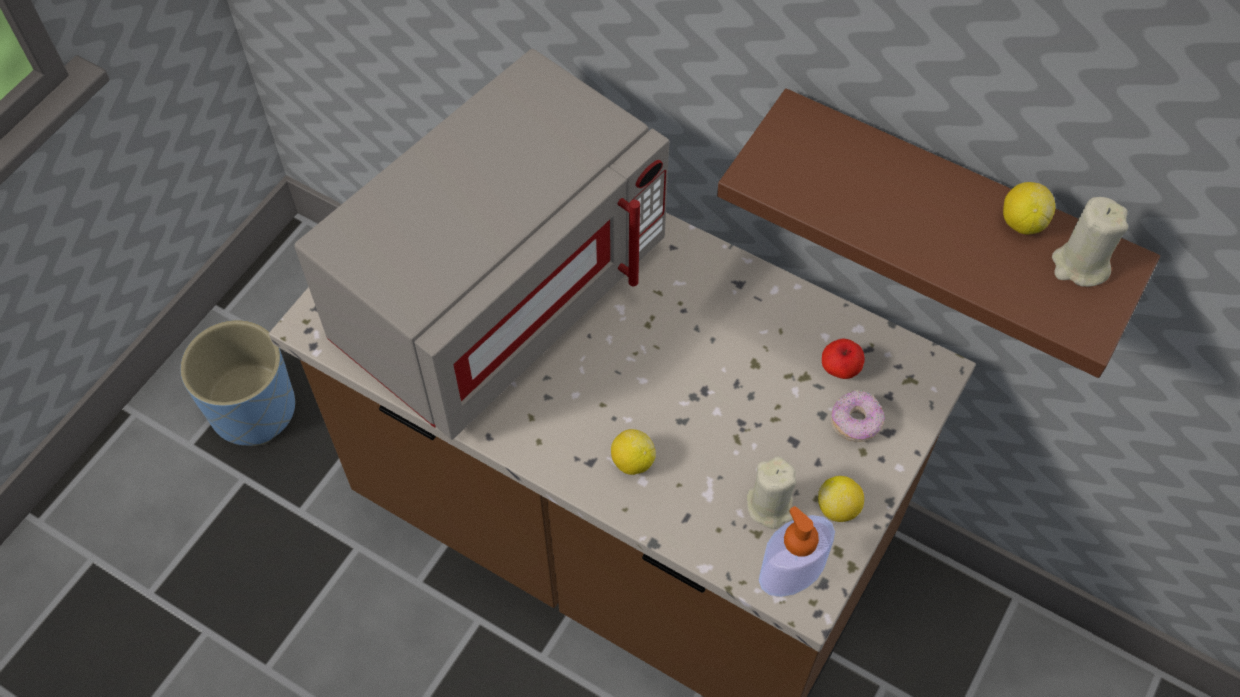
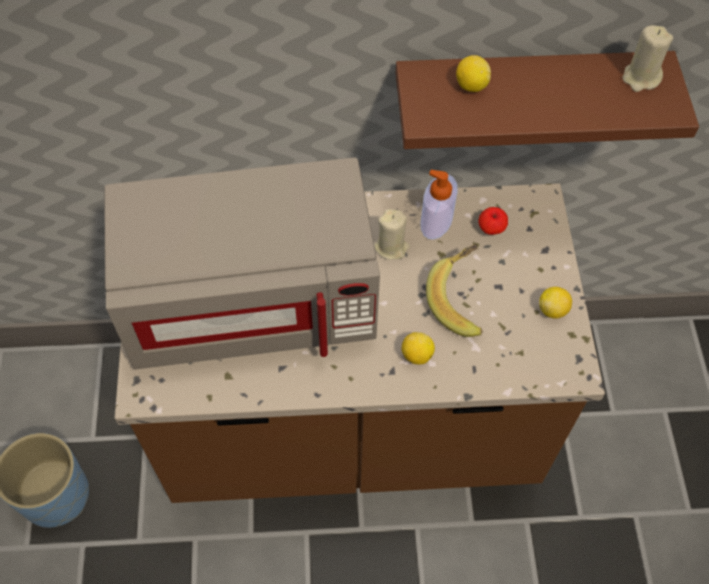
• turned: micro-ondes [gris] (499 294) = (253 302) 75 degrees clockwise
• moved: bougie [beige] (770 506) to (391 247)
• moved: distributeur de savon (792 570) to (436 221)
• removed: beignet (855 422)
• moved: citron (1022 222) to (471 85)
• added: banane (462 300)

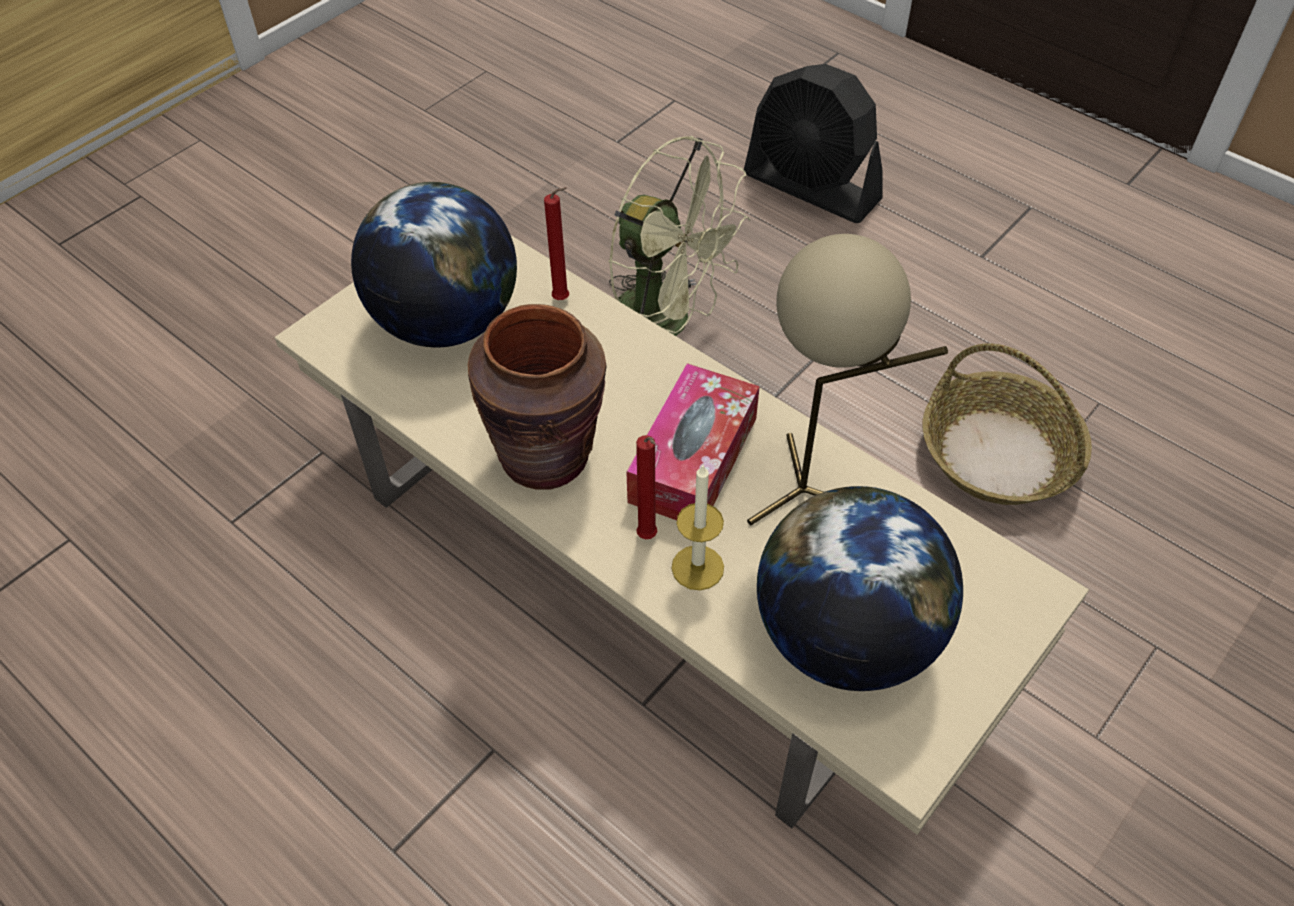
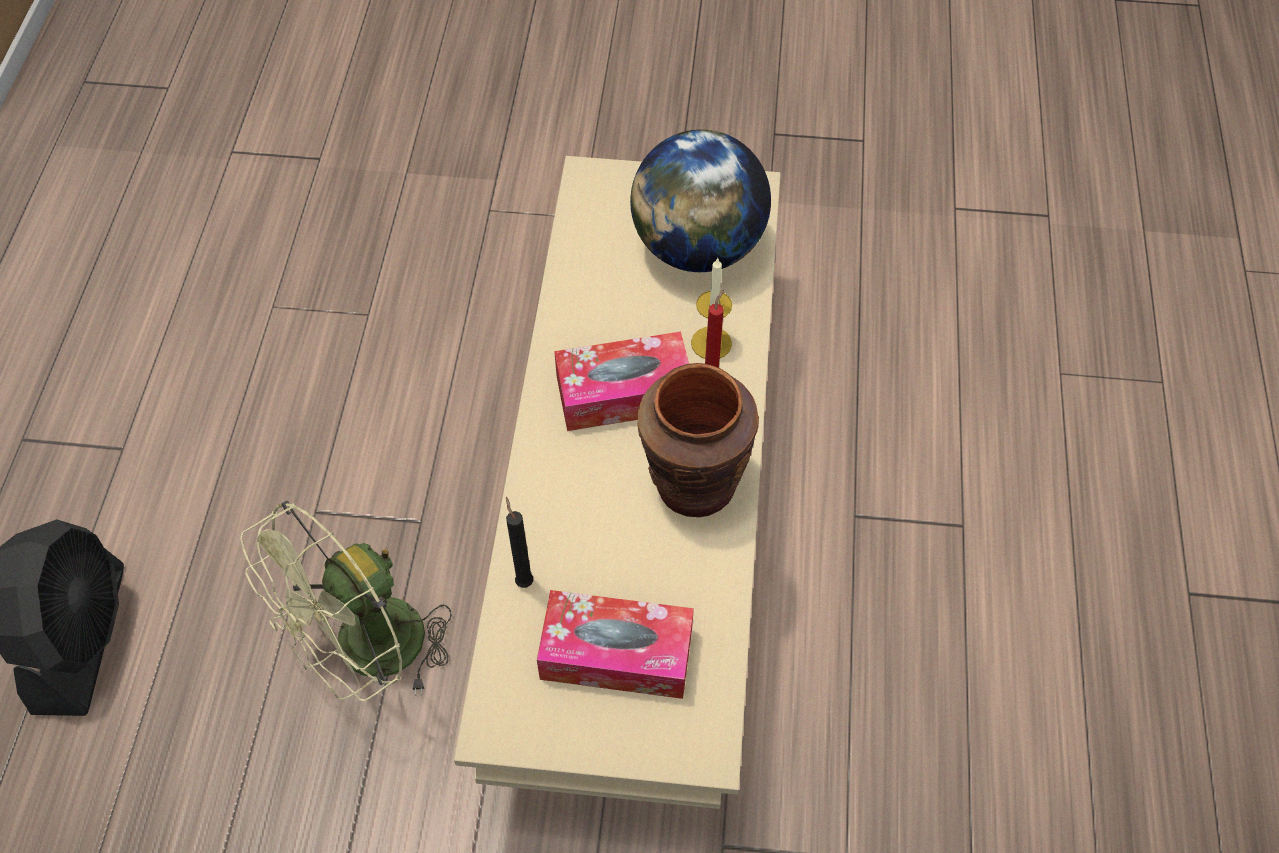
• replaced: globe (446 322) to boîte à mouchoirs (616 654)
• recoloured: bougie [rouge] (563 300) to bougie [noir] (523 580)
• turned: ventilateur [vert] (667 322) = (367 654) 135 degrees counterclockwise
• removed: lampe de table [beige] (813 493)
• removed: panier (999 455)

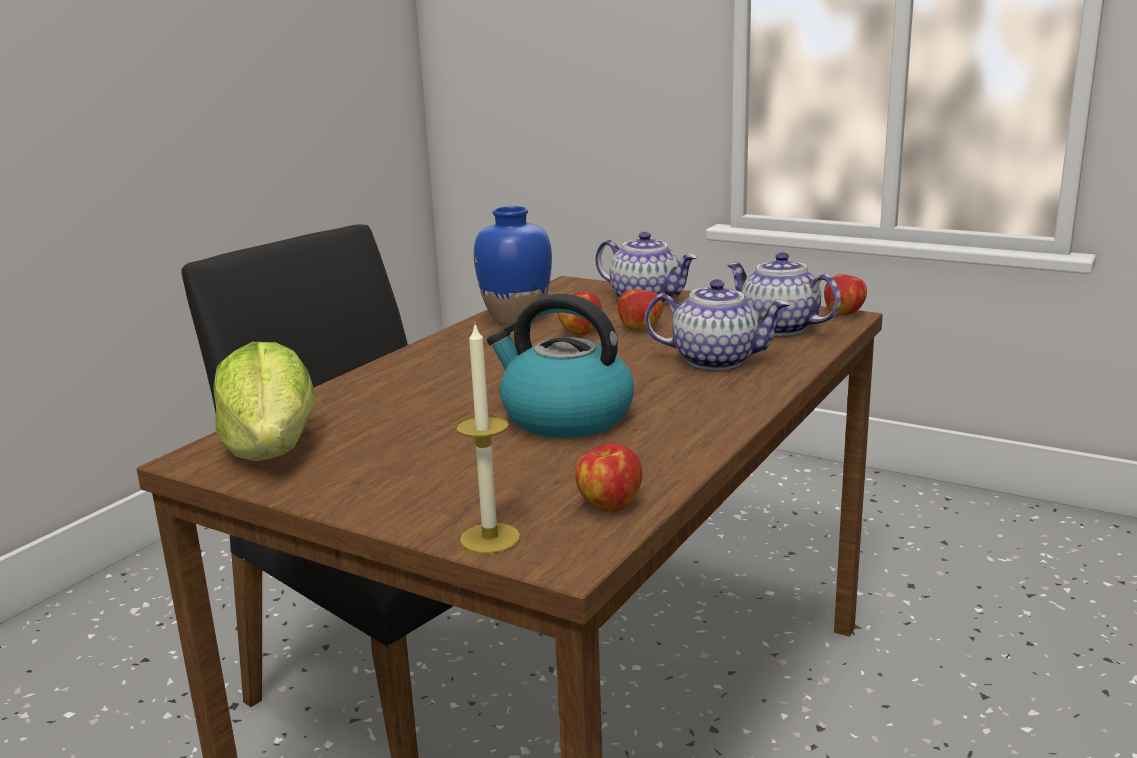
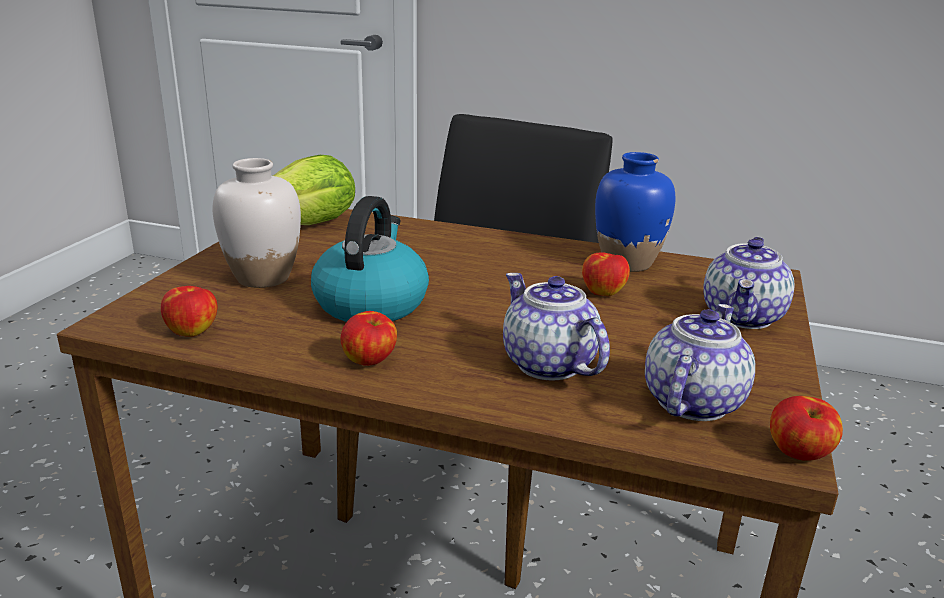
• removed: bougie (490 538)
• moved: pomme (640 328) to (370 361)
• turned: théière (716 360) = (547 364) 150 degrees clockwise
• added: vase [blanc] (262 278)

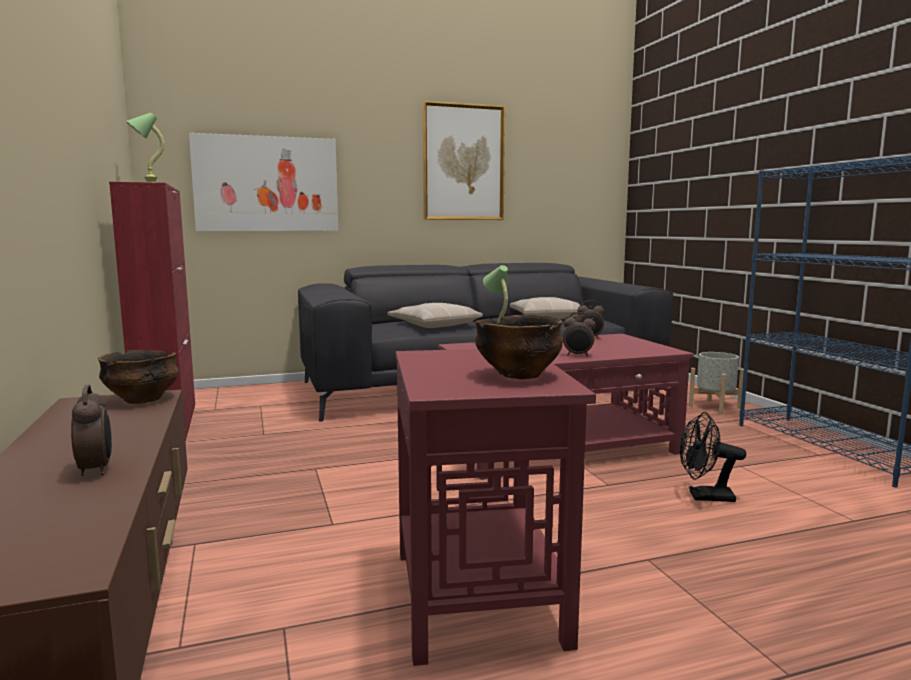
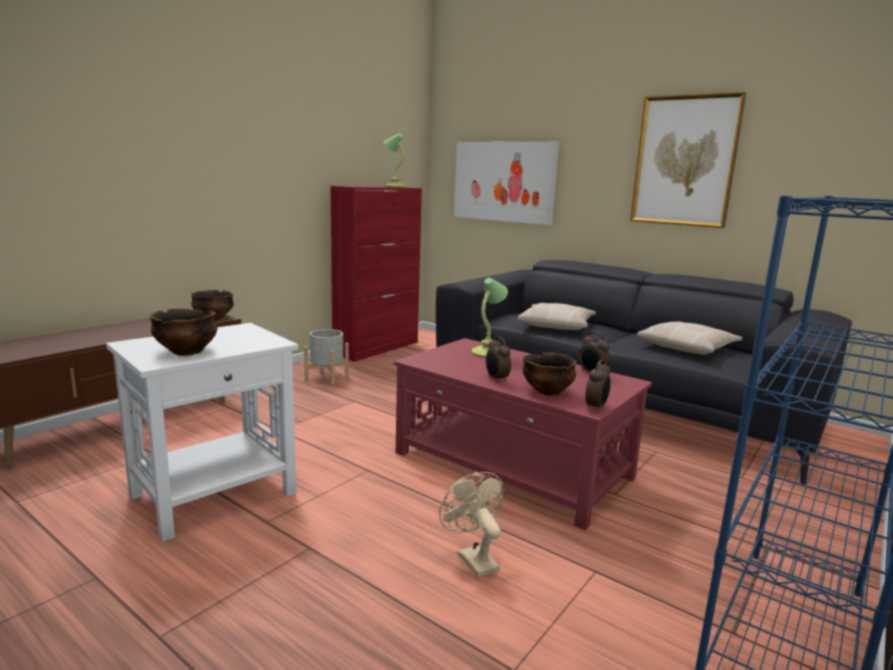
• moved: réveil (96 469) to (596 407)
• recoloured: table d'appoint [rouge] (479 595) to table d'appoint [blanc] (214 495)
• recoloured: ventilateur [noir] (704 497) to ventilateur [beige] (473 558)
• moved: cache-pot [gris] (714 407) to (326 378)
• added: bol (547 391)

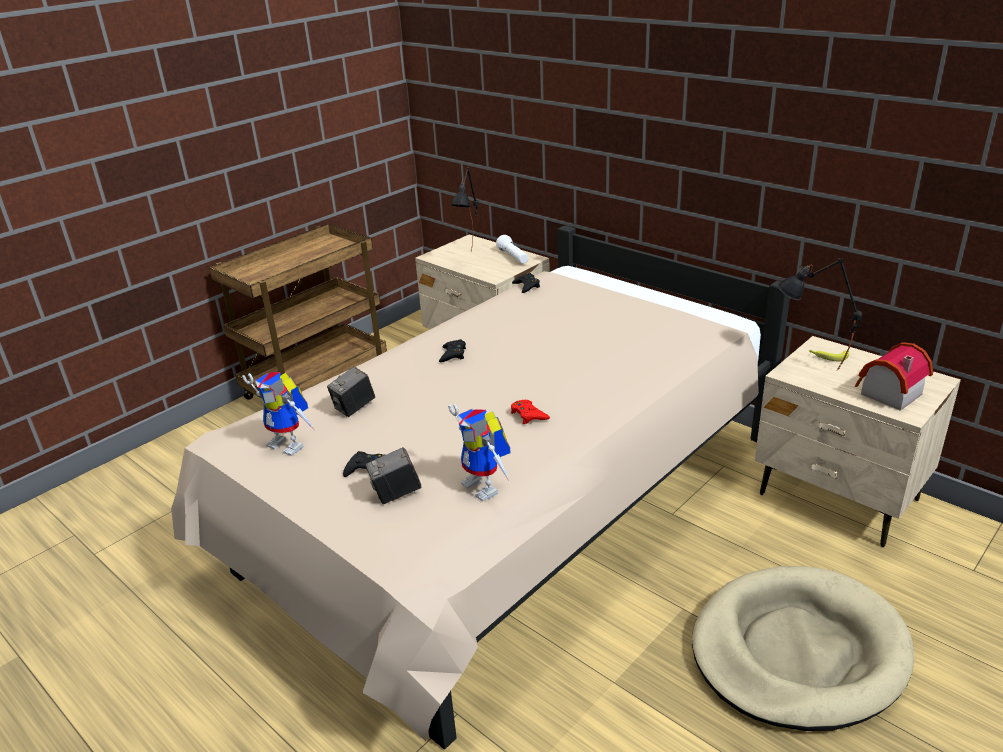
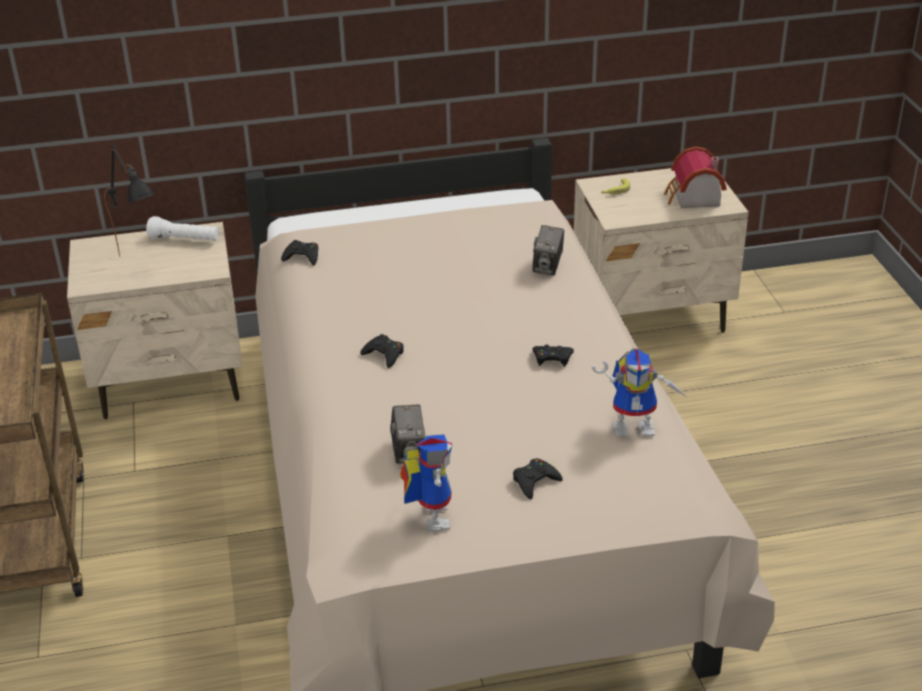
• turned: robot jouet (291 444) = (429 515) 75 degrees counterclockwise
• moved: appareil photo (396 494) to (548 267)
• recoloured: manette [rouge] (528 415) to manette [noir] (552 358)
• removed: panier pour chien [beige] (797 651)
• removed: lampe de table [noir] (808 371)

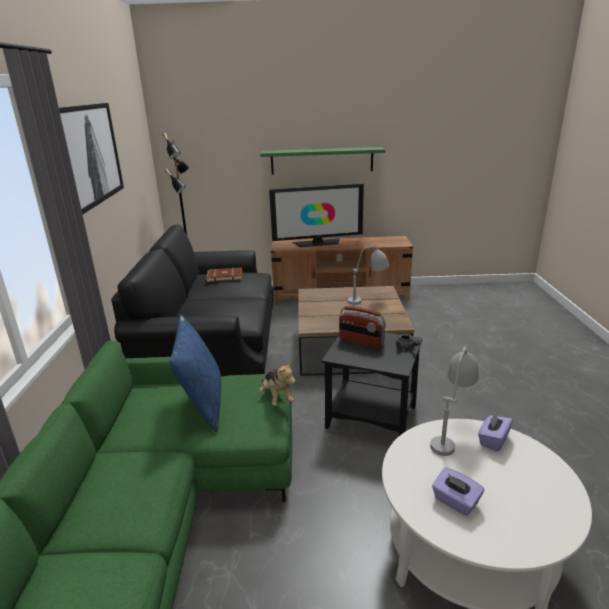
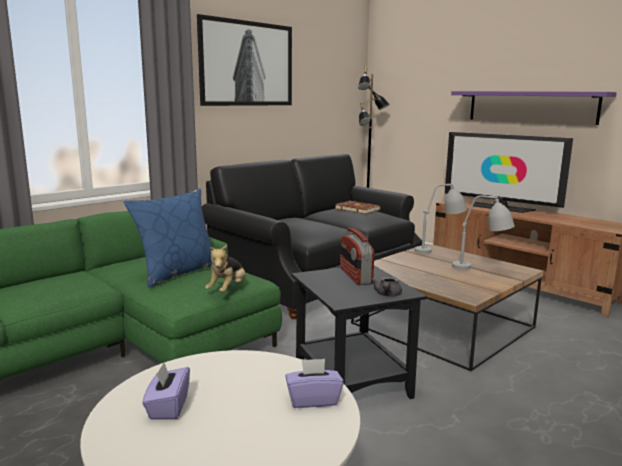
• recoloured: étagère [vert] (322 160) to étagère [violet] (531 107)
• moved: lampe de table [gris] (451 433) to (440 250)

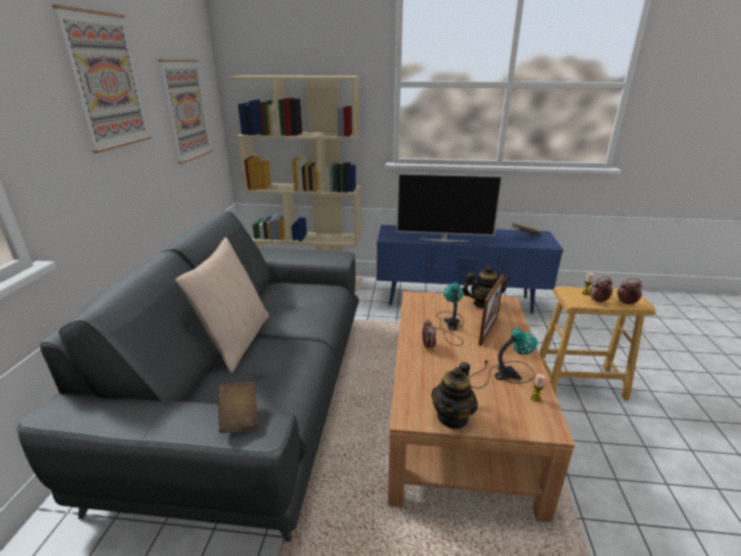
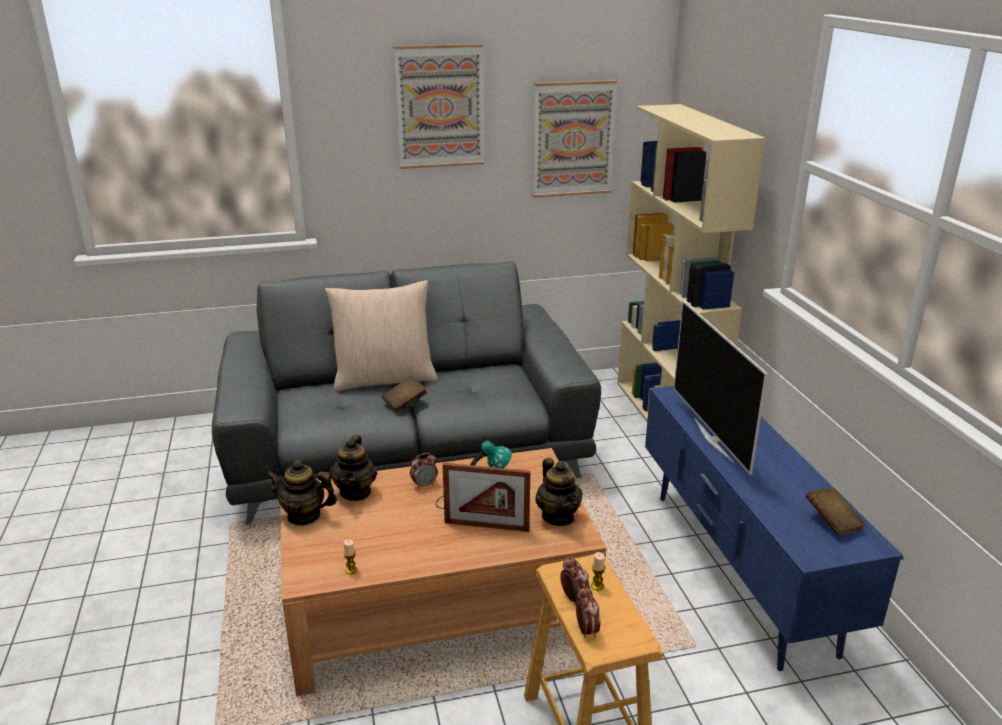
• moved: livre [marron] (239 417) to (404 403)
• removed: lampe de table (502 374)
• added: théière (355 492)

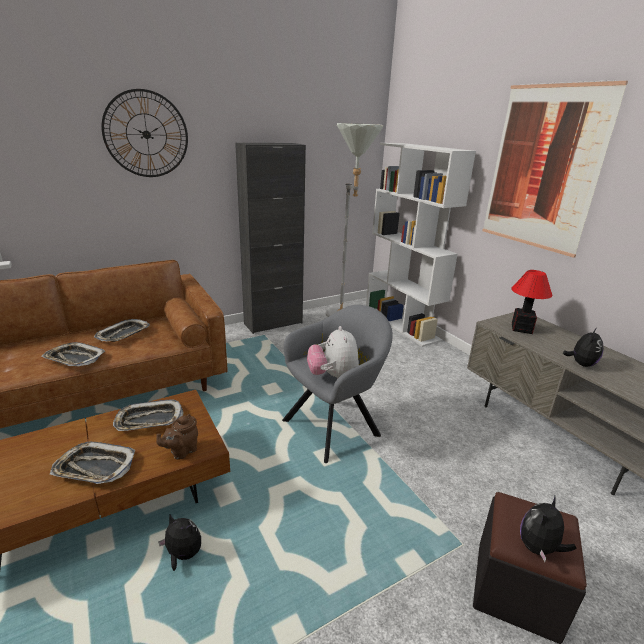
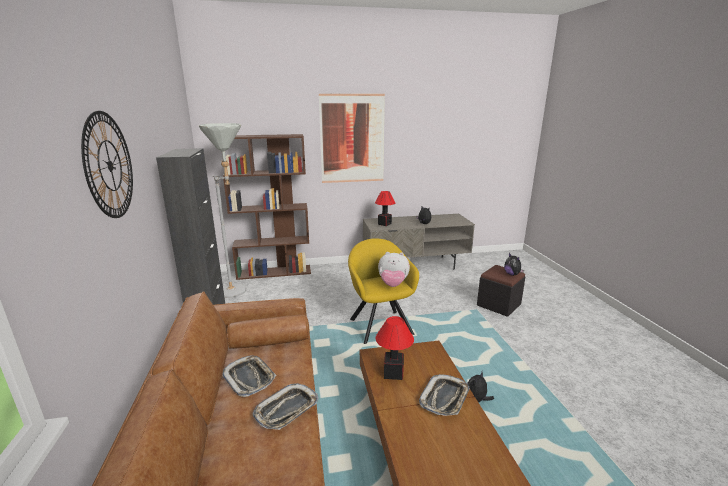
• replaced: plateau (149 420) to lampe de table (393 373)
• removed: théière [marron] (181 451)
• recoloured: fauteuil [gris] (335 426) to fauteuil [jaune] (380 324)
• recoloured: bibliothèque [blanc] (402 324) to bibliothèque [marron] (274 272)

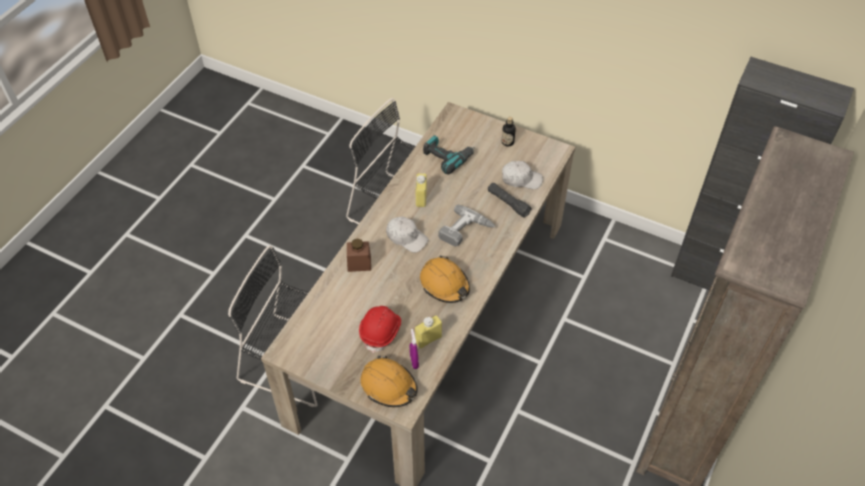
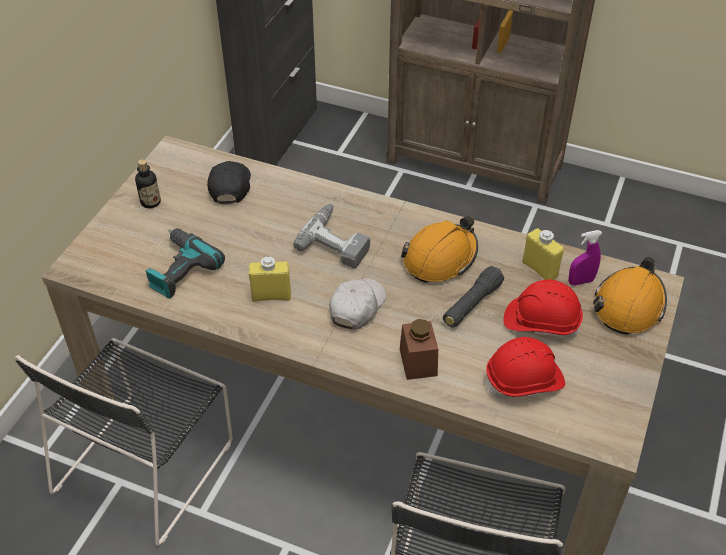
• moved: lampe de poche [noir] (508 203) to (472 304)
• recoloured: casquette [blanc] (521 179) to casquette [noir] (230 186)
• added: casque de chantier [rouge] (524 381)

